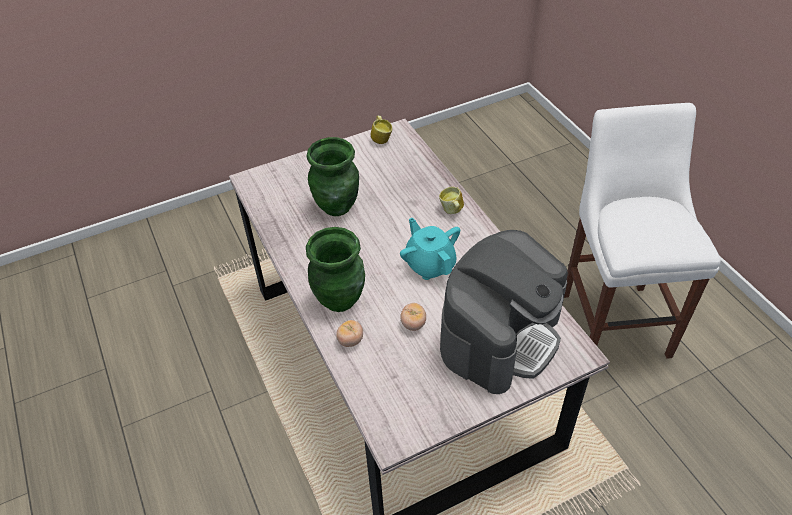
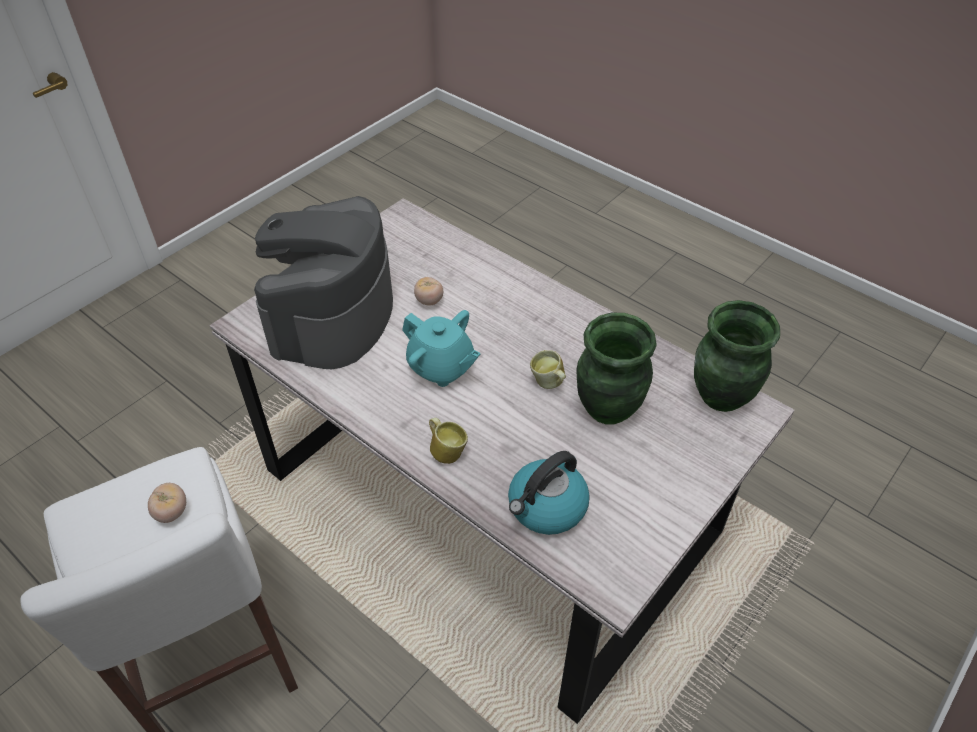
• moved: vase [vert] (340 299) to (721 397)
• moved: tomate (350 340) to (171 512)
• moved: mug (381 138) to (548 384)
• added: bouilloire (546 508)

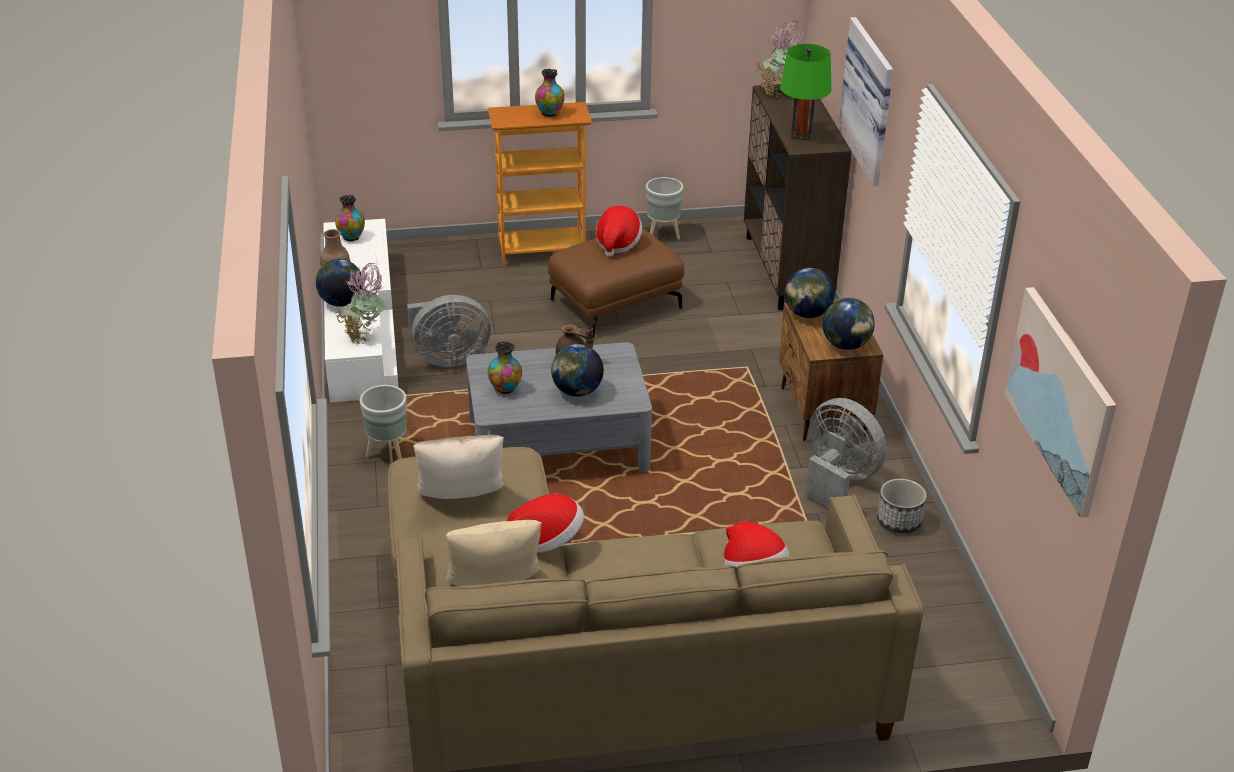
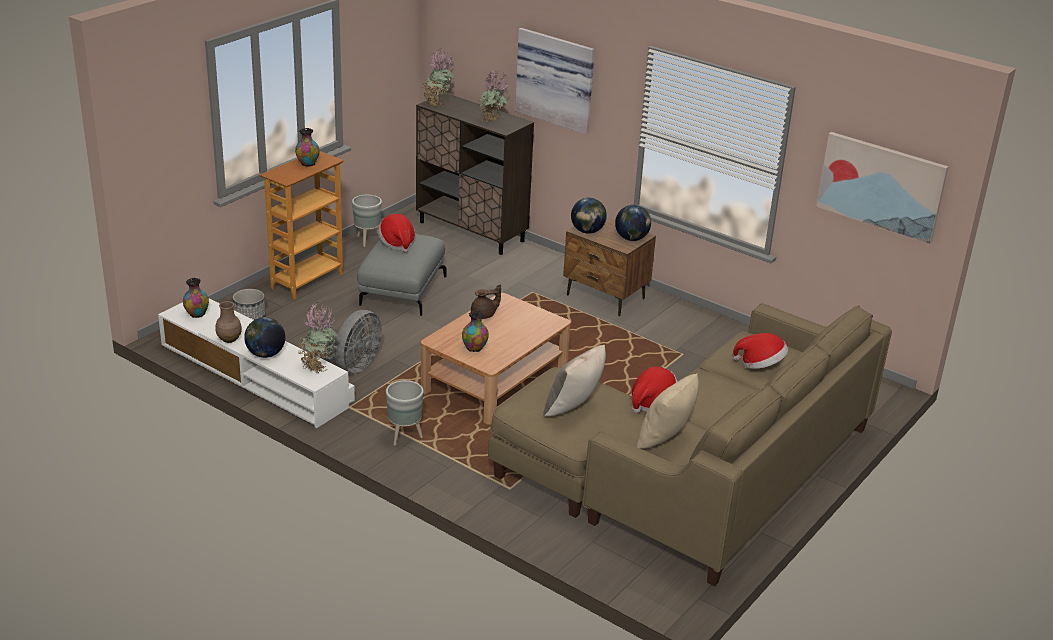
• recoloured: table basse [gris] (557 443) to table basse [marron] (495 381)
• recoloured: pouf [marron] (615 303) to pouf [gris] (402 290)
• removed: globe (577 391)
• replaced: lampe de table [vert] (801 135) to plante en pot (493 122)
• removed: ventilateur [gris] (838 480)
• moved: cache-pot (898 521) to (250 318)

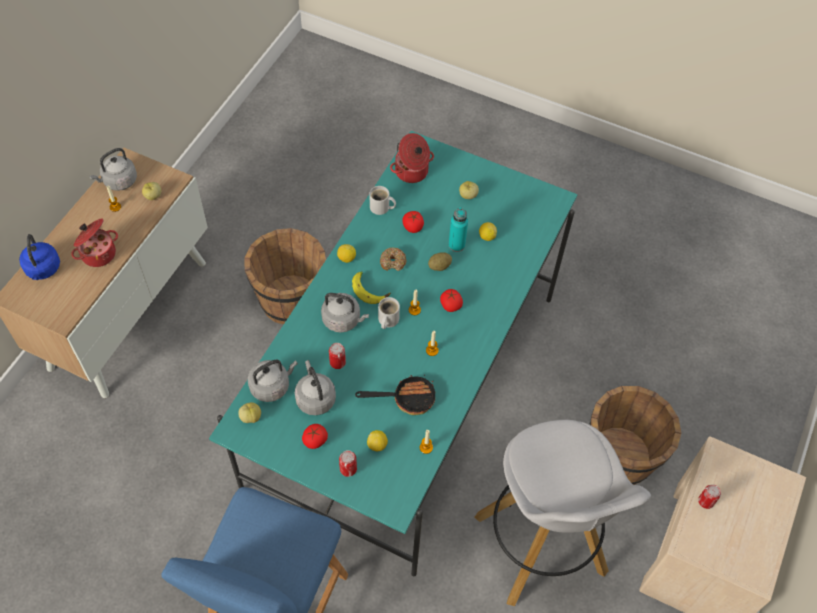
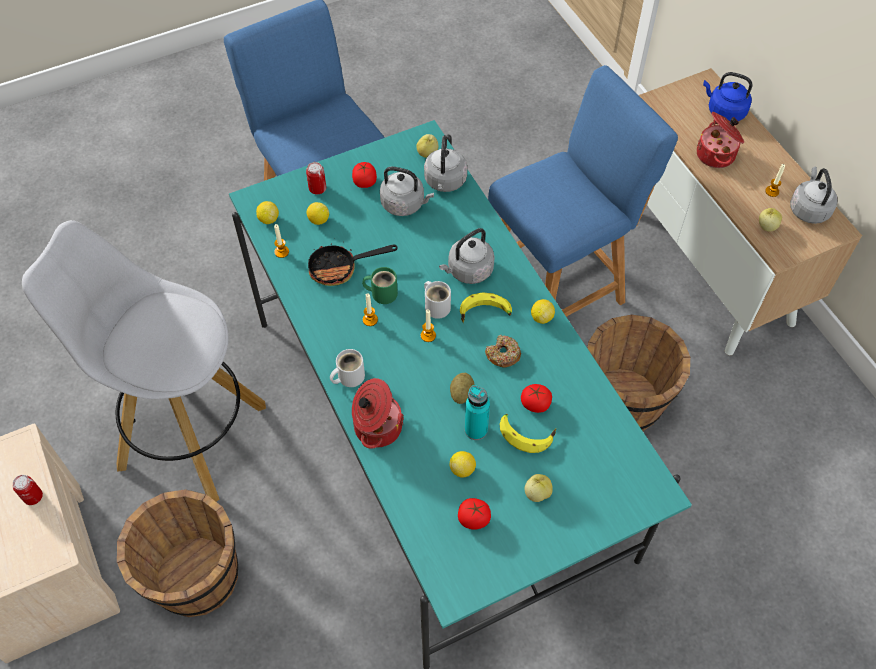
• removed: boîte métallique (337 363)
• turned: poêle (407 398) = (340 268) 45 degrees clockwise
• moved: mug [blanc] (381 208) to (348 376)
• moved: marmite (412 172) to (376 427)
• moved: tomate (450 305) to (474 519)
• added: citron (268 219)
• added: mug [vert] (382 292)
• added: chaise [bleu] (558 285)
• added: banane (526 433)

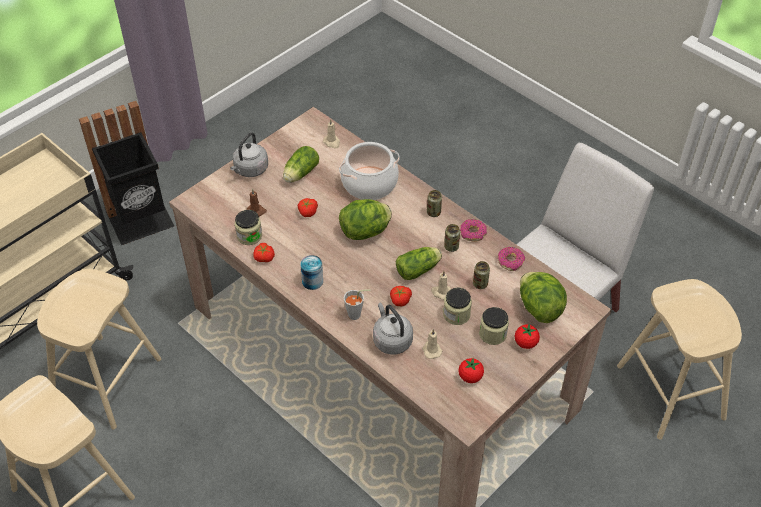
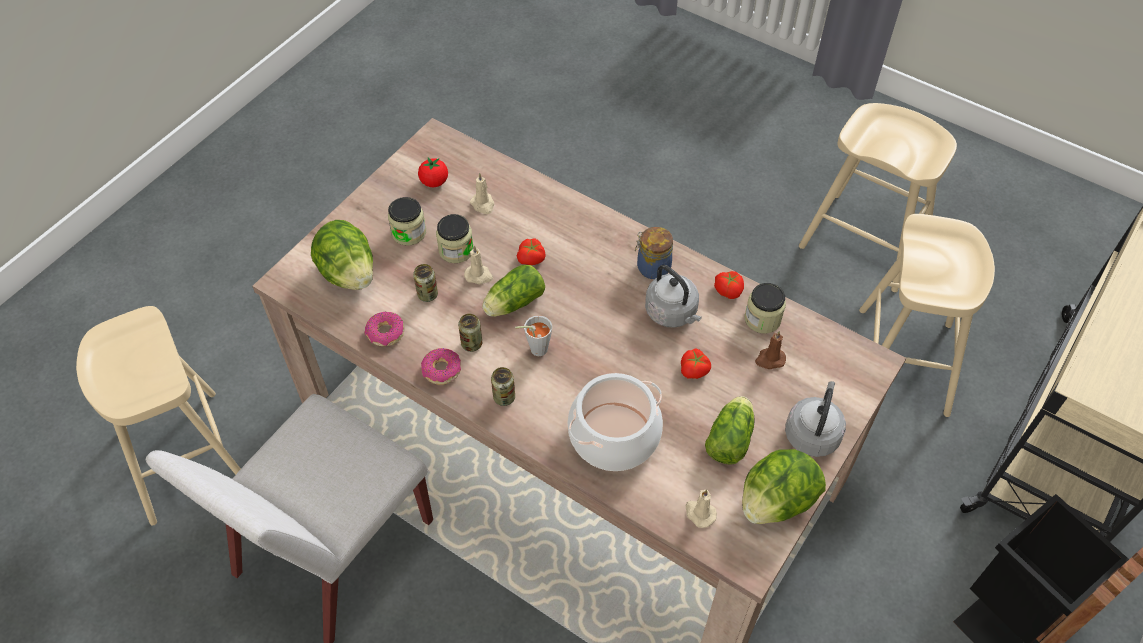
• replaced: boîte métallique (312 281) to bocal (652 267)
• moved: laitue (365 232) to (776 502)
• moved: tasse [gris] (357 315) to (534 349)
• moved: bouilloire [gris] (391 340) to (672 313)
• removed: tomate (525 343)

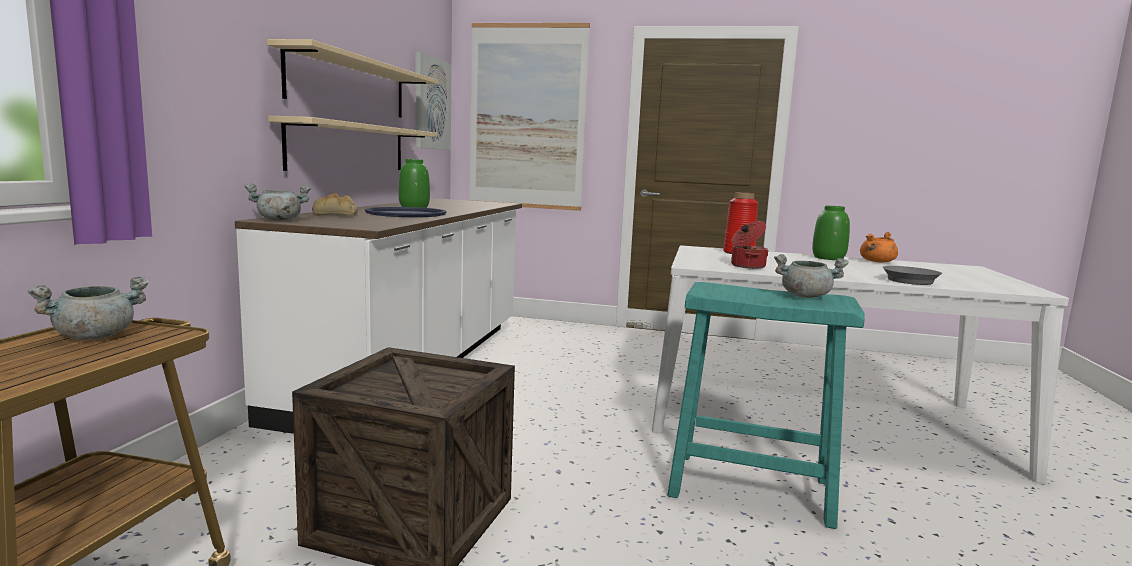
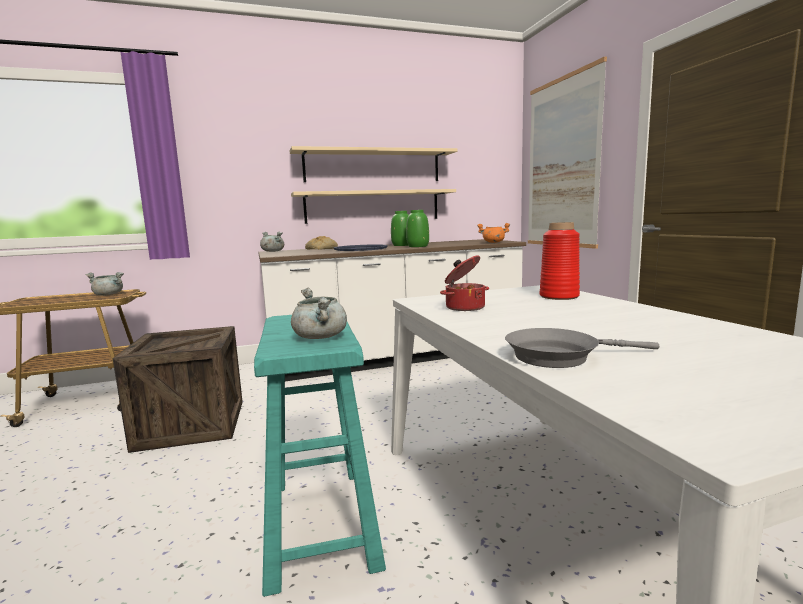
• removed: tableau (431 103)
• moved: vase [vert] (828 258) to (417 246)
• moved: marmite [orange] (877 262) to (493 242)

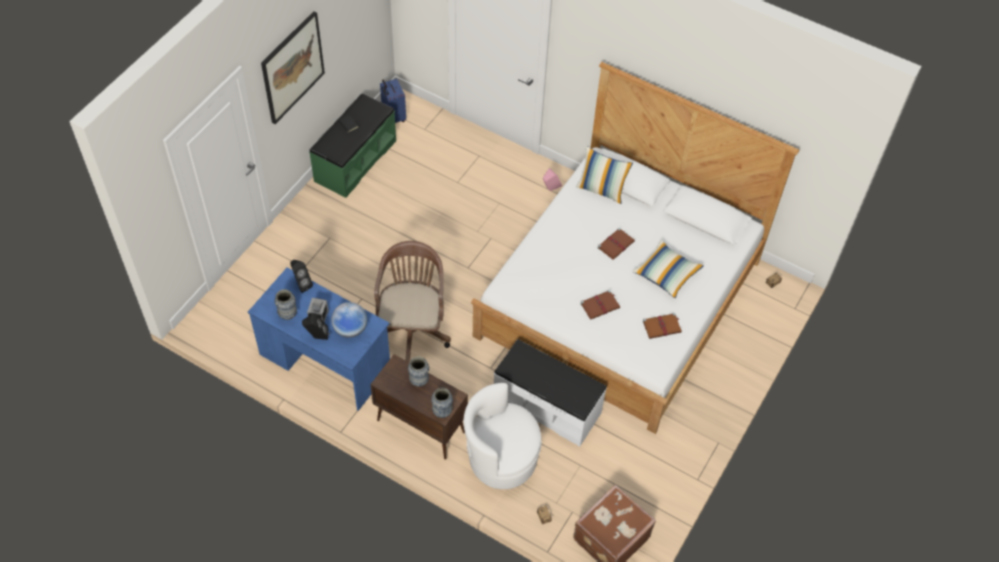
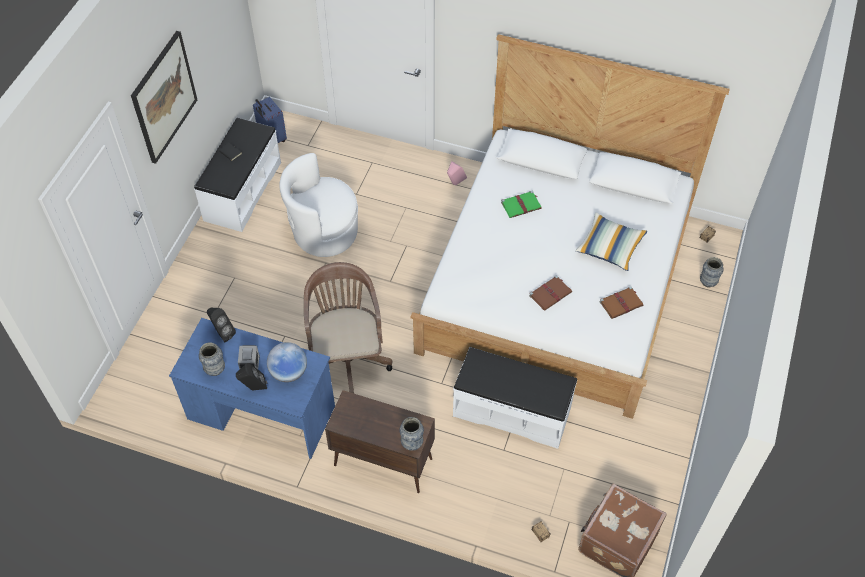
• recoloured: banc [vert] (355 160) to banc [blanc] (242 191)
• moved: vase (419 381) to (707 282)
• moved: fauteuil [blanc] (501 458) to (323 232)
• removed: coussin (601 190)
• removed: livre [marron] (616 244)
• added: livre [vert] (521 205)

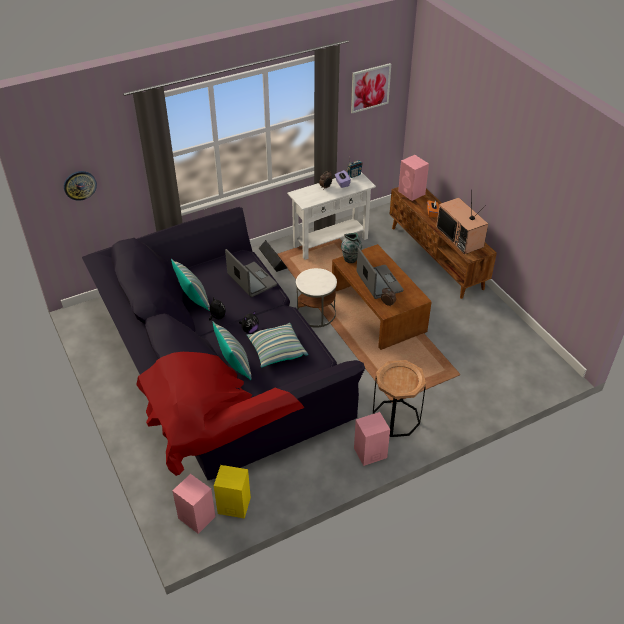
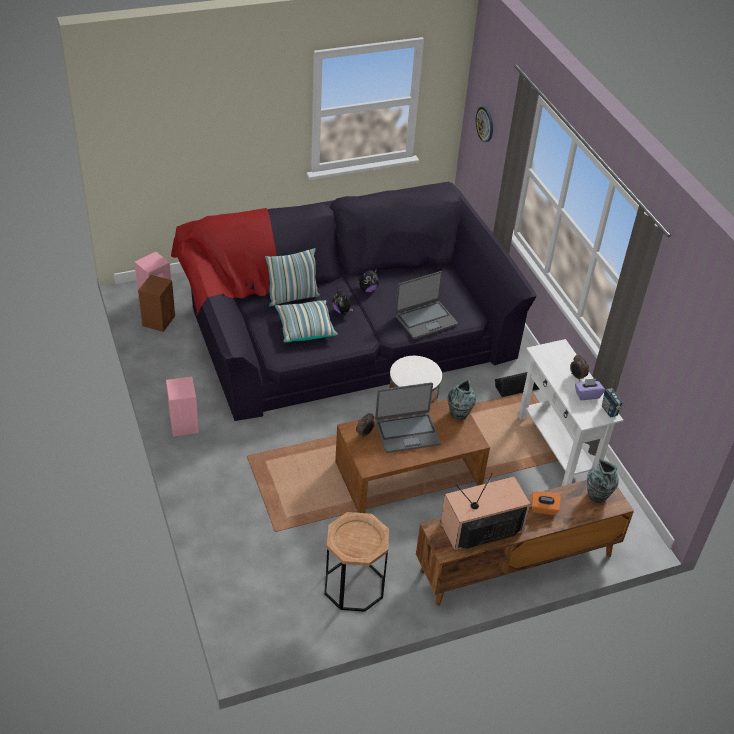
• removed: coussin (194 300)
• recoloured: enceinte [jaune] (233 505) to enceinte [marron] (159 320)
• removed: tableau (370 88)
• moved: table d'appoint [marron] (396 418) to (354 585)
• replaced: enceinte [rose] (412 193) to vase (597 496)

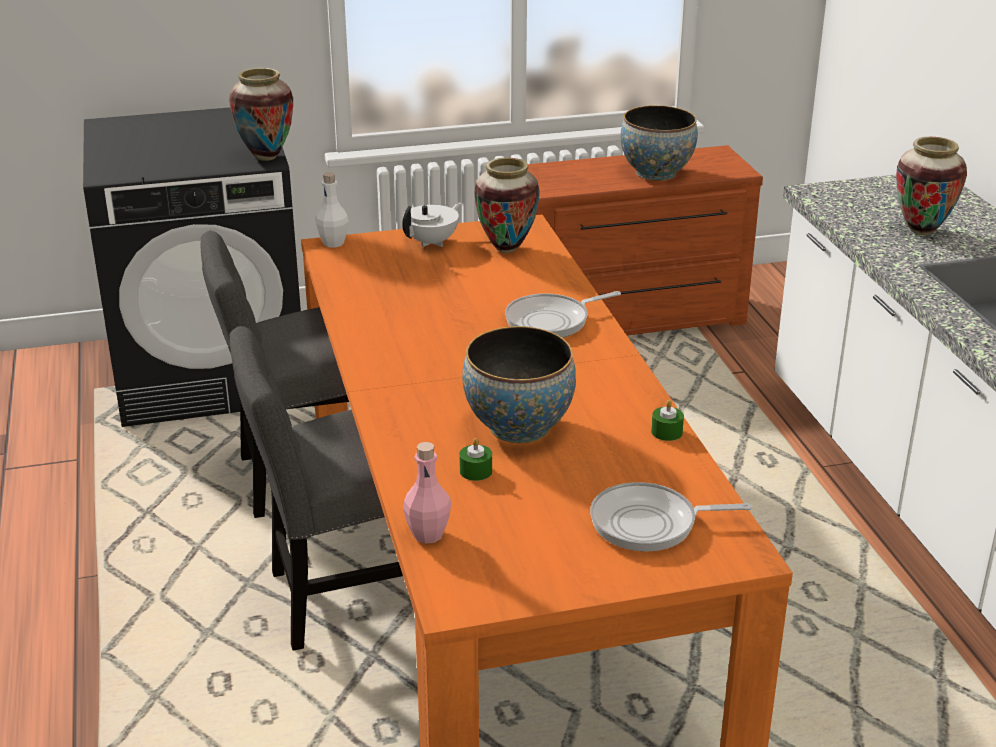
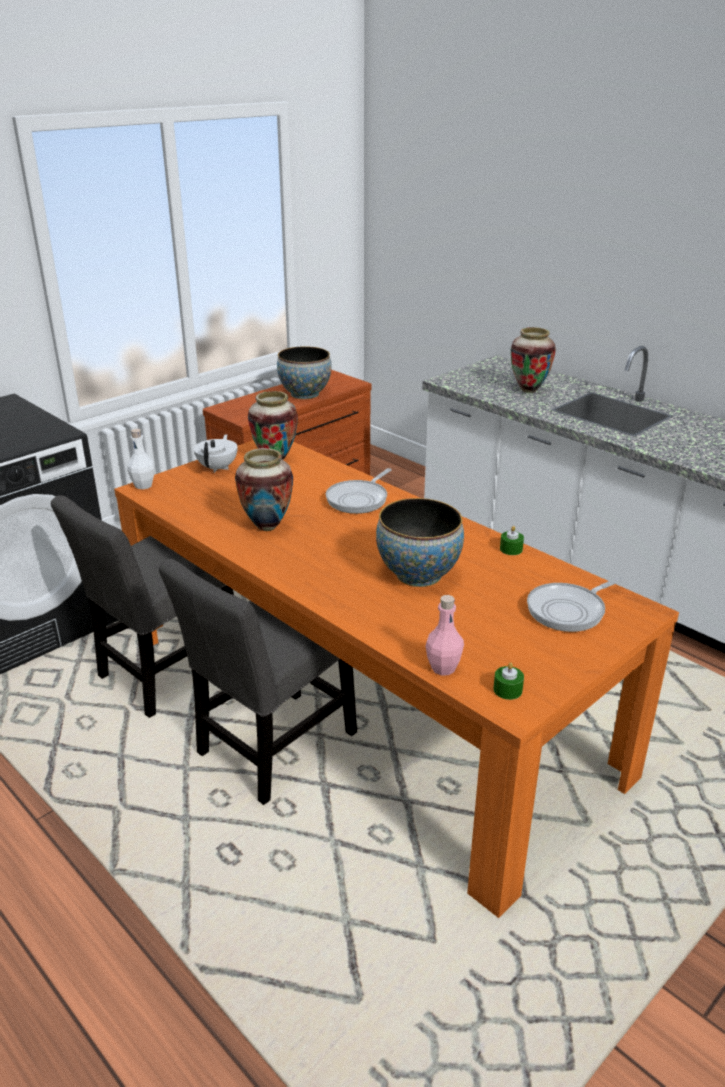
• moved: vase (266 157) to (267 527)
• moved: bougie [vert] (476 471) to (507 690)

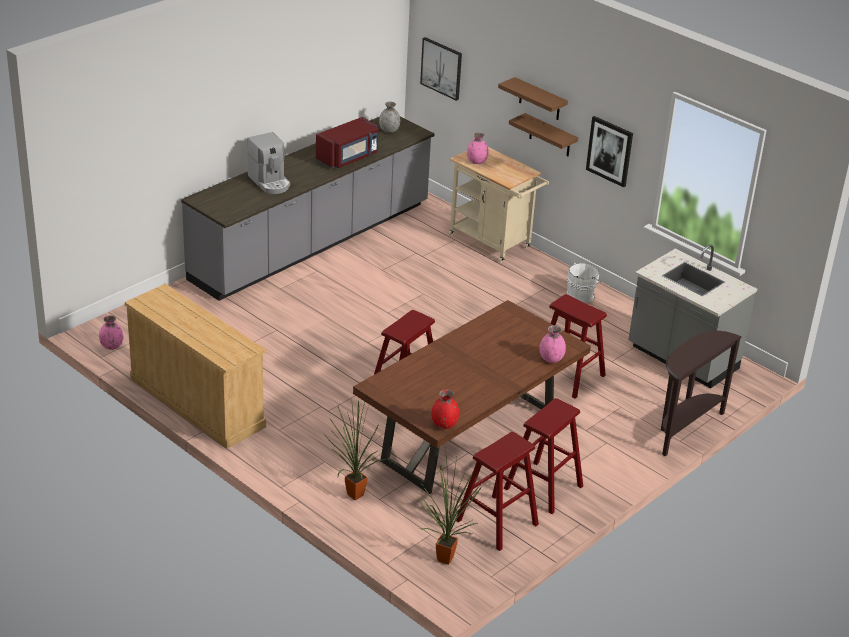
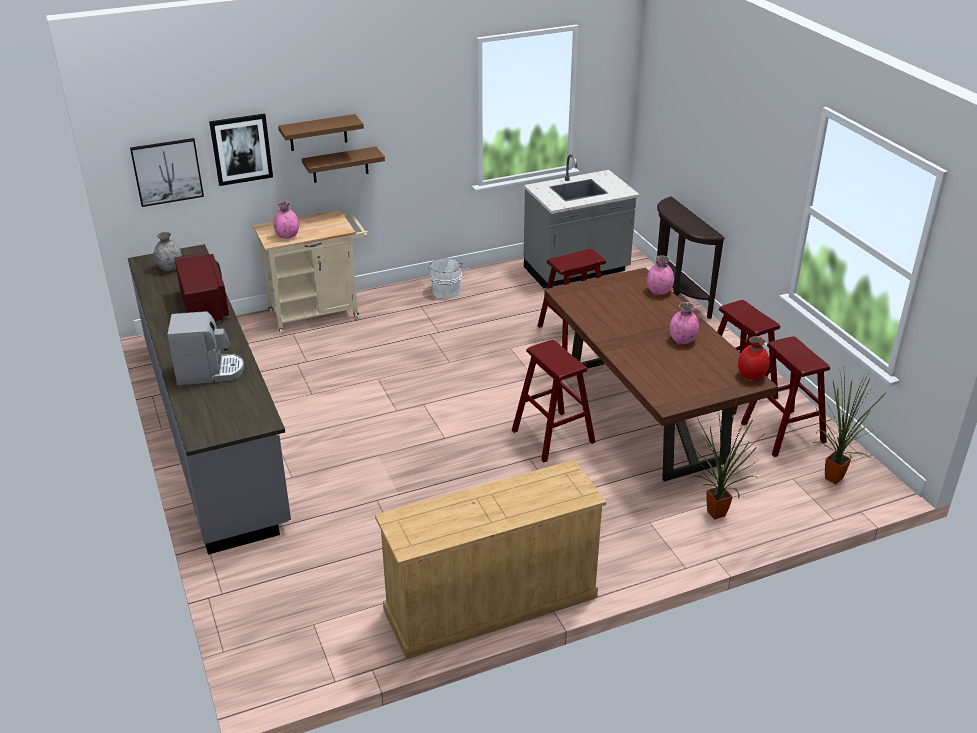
• moved: vase [rose] (111 346) to (682 340)
• moved: tableau (610 151) to (241 149)

